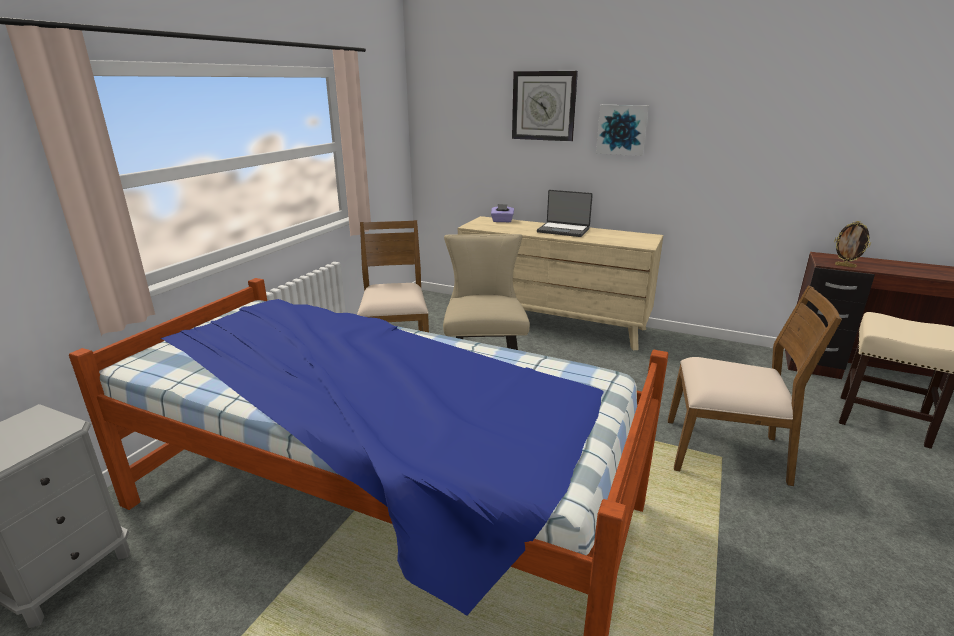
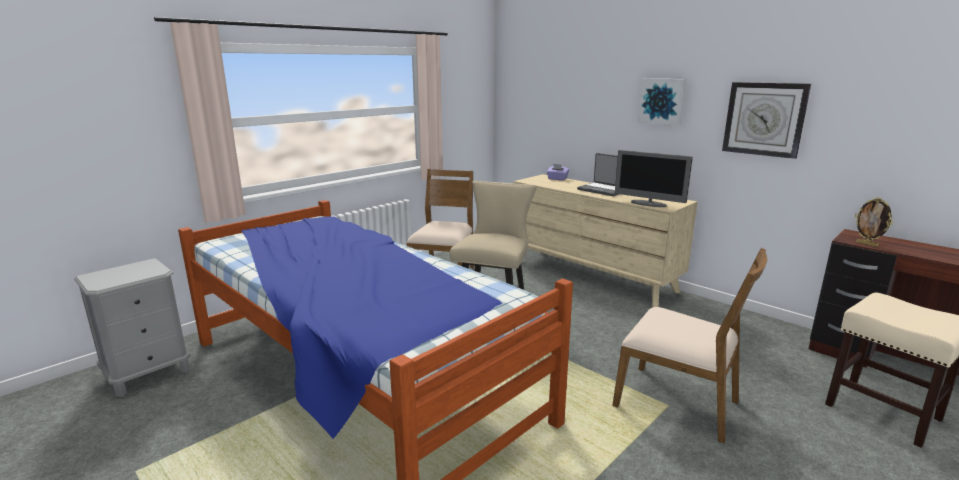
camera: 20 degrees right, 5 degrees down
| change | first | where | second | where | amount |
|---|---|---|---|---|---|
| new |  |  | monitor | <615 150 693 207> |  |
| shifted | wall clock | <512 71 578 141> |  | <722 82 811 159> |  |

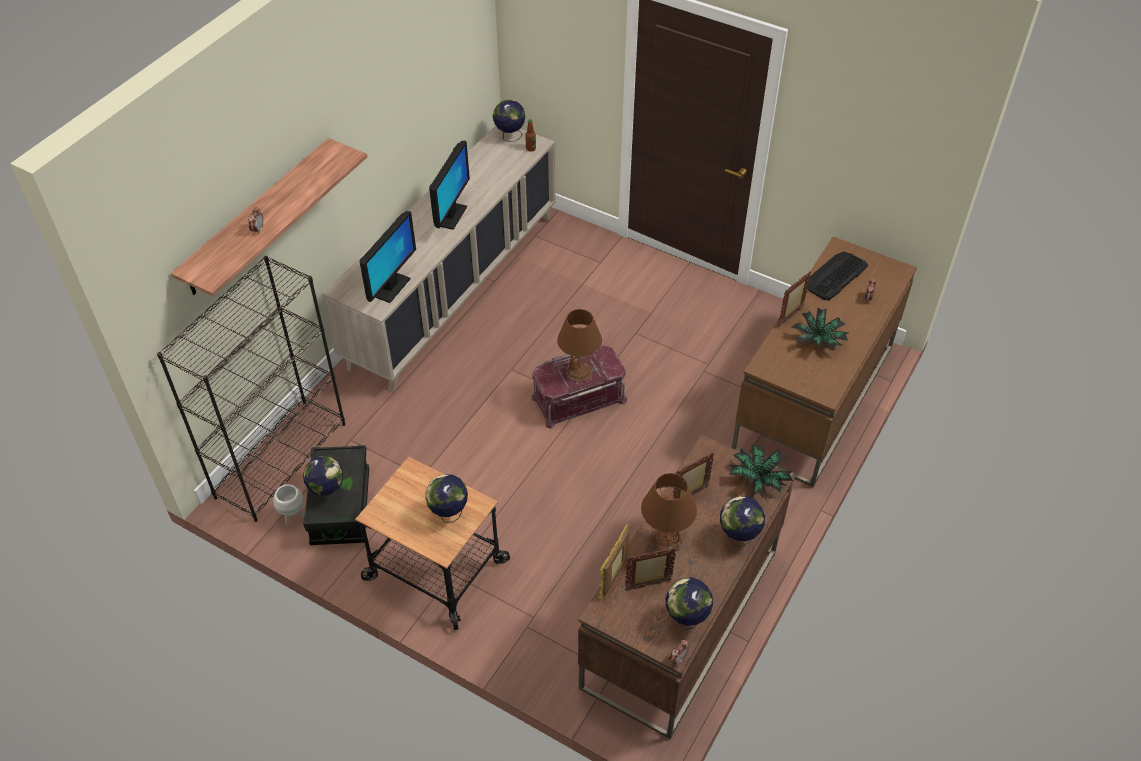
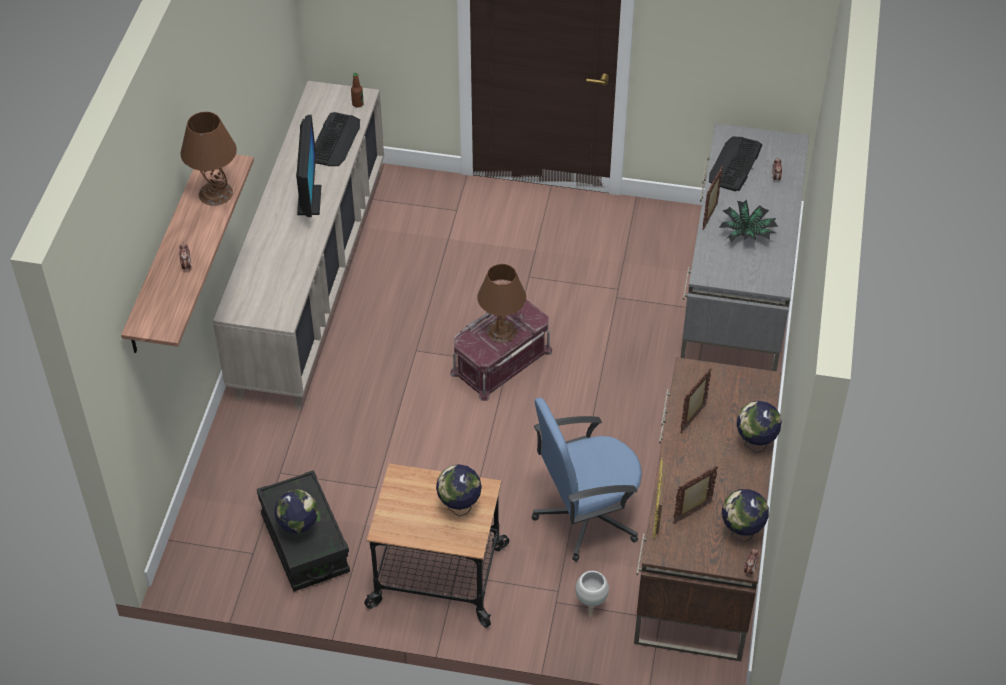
camera: 20 degrees left, 0 degrees up
| change | first | where | second | where | amount |
|---|---|---|---|---|---|
| gone | blackish bookshelf | <157 256 345 522> |  |  |  |
| gone | monitor | <359 211 416 303> |  |  |  |
| gone | desk globe | <493 100 526 142> |  |  |  |
| gone | potted plant | <729 445 793 498> |  |  |  |
| new |  |  | PC keyboard | <315 112 360 166> |  |
| new |  |  | bluish office chair | <532 398 642 561> |  |
| shifted | white-coloured plant pot | <273 484 305 525> |  | <575 571 609 617> |  |
| shifted | brown table lamp | <641 473 697 554> |  | <180 112 237 206> |  |
| repainted | brown desk | <732 237 917 487> | grey desk | <680 123 809 371> |  |

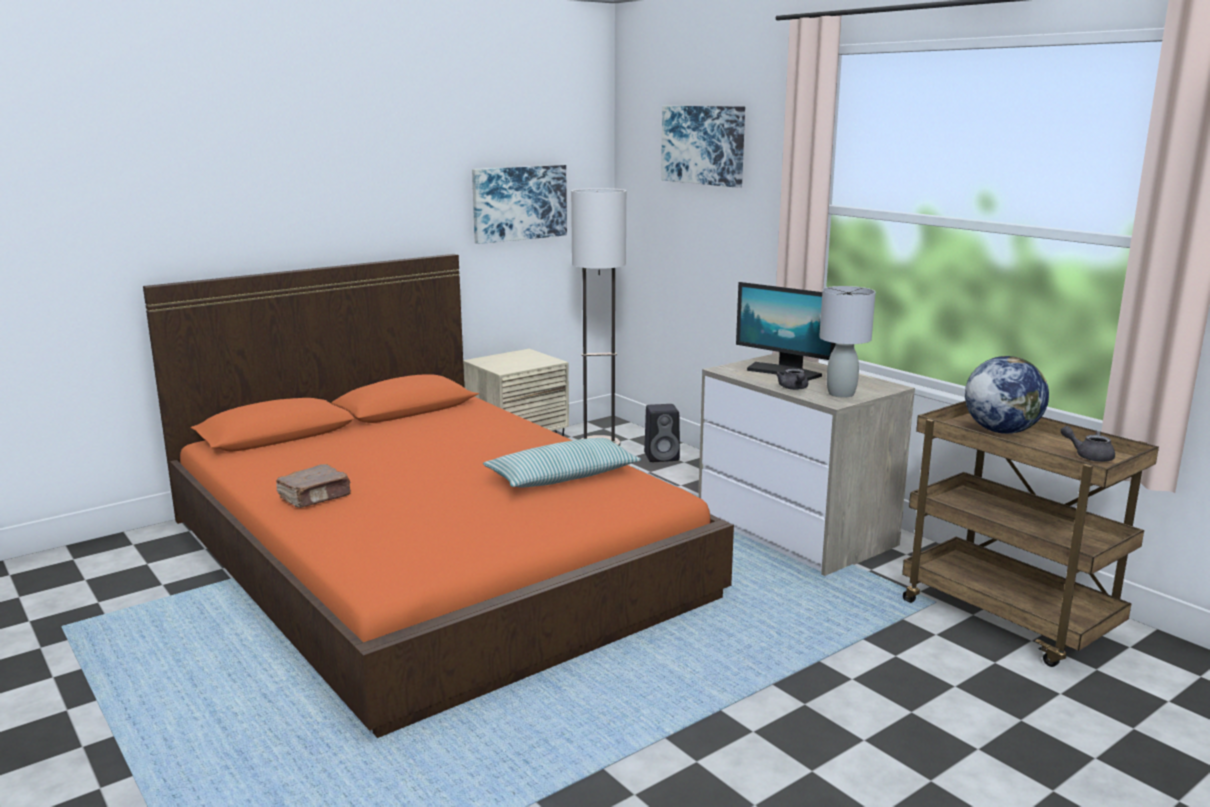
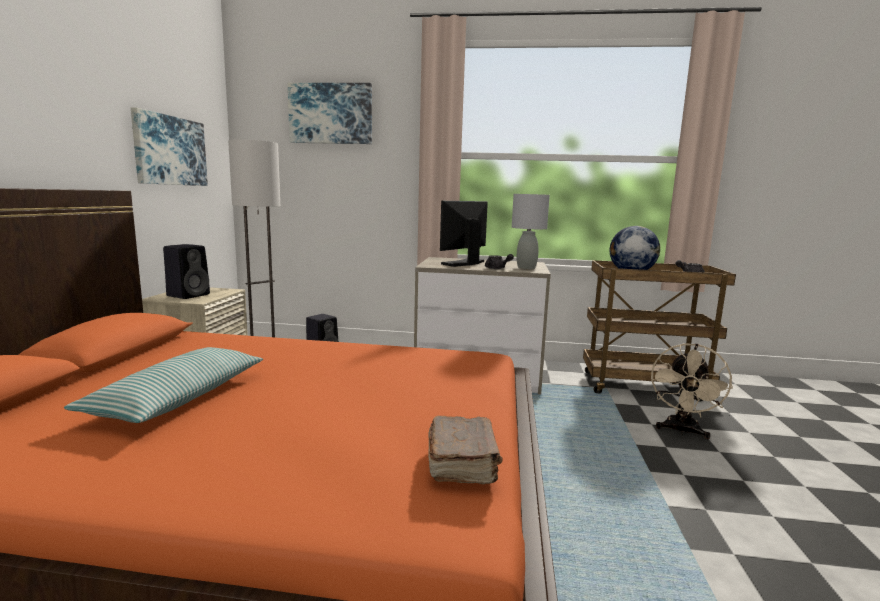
camera: 45 degrees left, 5 degrees down
| change | first | where | second | where | amount |
|---|---|---|---|---|---|
| new |  |  | blackish speaker | <163 244 210 299> |  |
| new |  |  | beige electric fan | <651 343 733 439> |  |
| shifted | brown volume | <276 464 351 508> |  | <428 416 502 485> |  |
| shifted | pillow | <483 438 641 488> |  | <64 347 263 423> |  |
| rotated | monitor | <736 282 835 381> |  | <440 201 488 267> | 135 degrees clockwise |

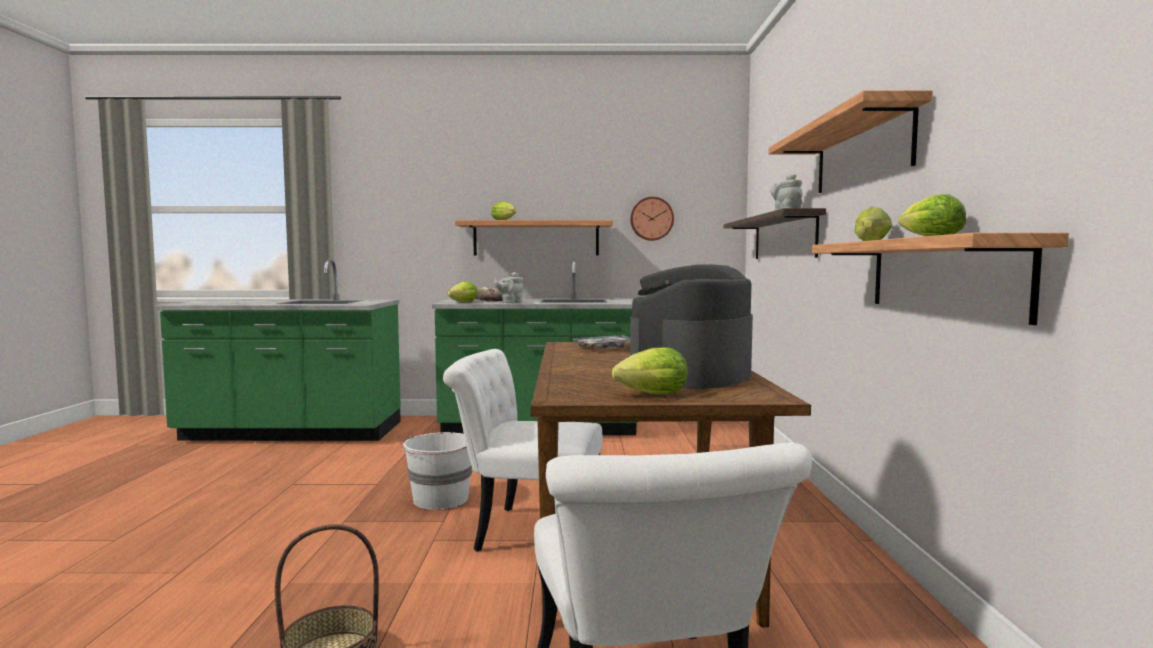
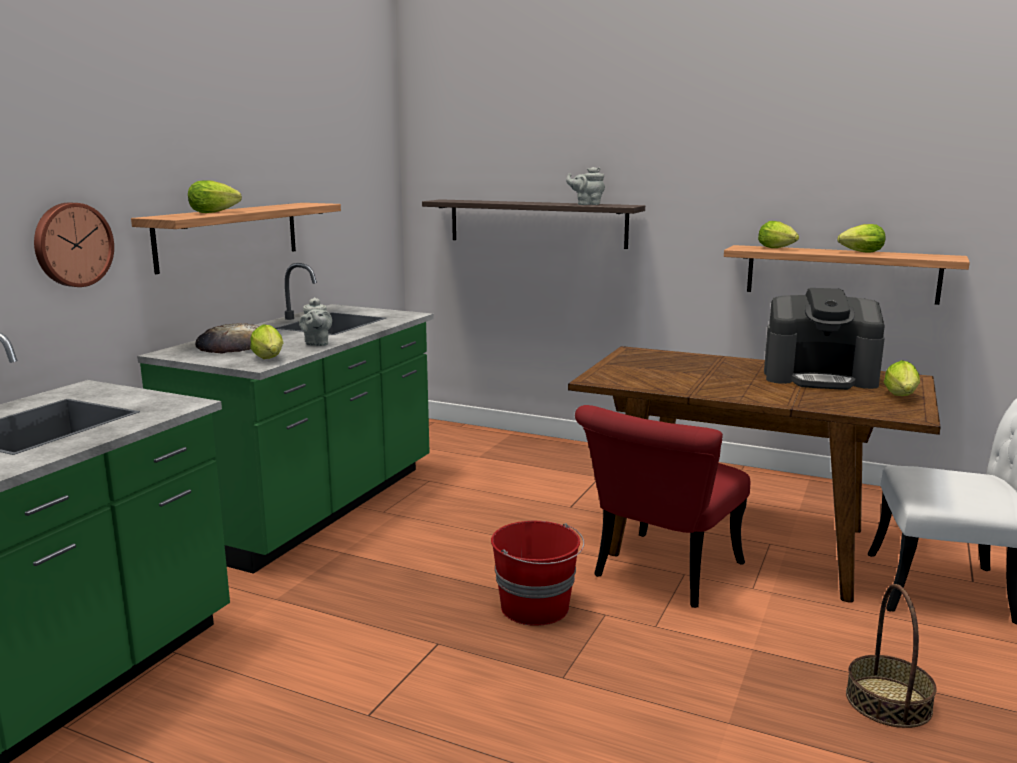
camera: 65 degrees left, 10 degrees up
| change | first | where | second | where | amount |
|---|---|---|---|---|---|
| gone | carrying tray | <572 335 630 348> |  |  |  |
| gone | wall shelf | <768 91 933 193> |  |  |  |
| shifted | wall clock | <630 197 674 241> |  | <34 203 114 287> |  |
| repainted | white-coloured bucket | <400 432 472 510> | reddish bucket | <491 521 584 626> |  |
| repainted | white-coloured plain chair | <443 349 603 551> | reddish plain chair | <575 405 750 608> |  |
| rotated | coffee maker | <630 264 753 389> |  | <764 288 885 390> | 45 degrees counterclockwise |

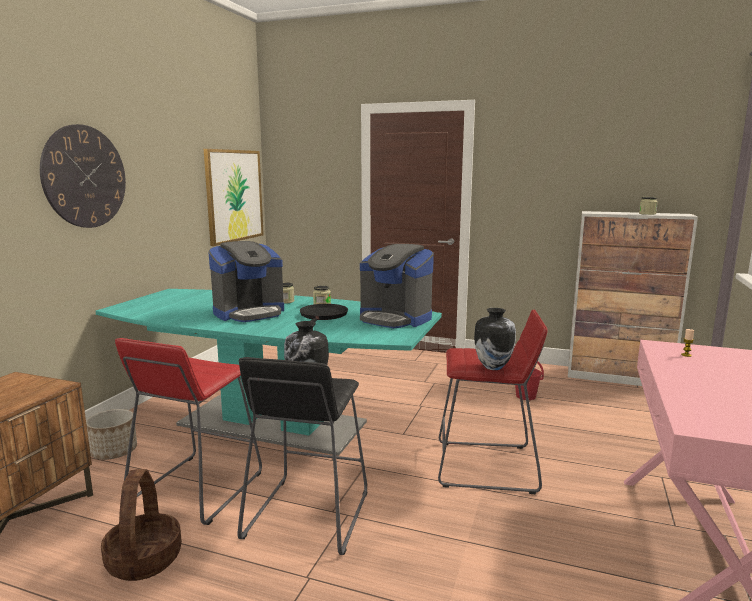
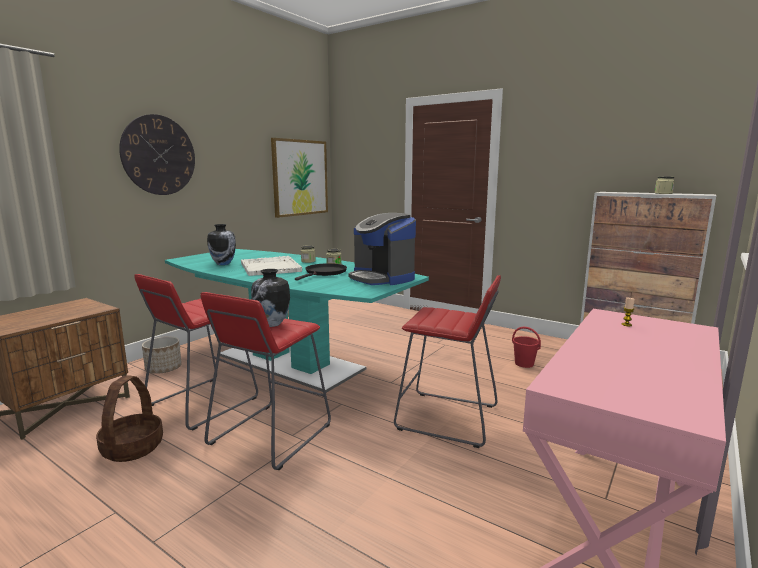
camera: 15 degrees right, 0 degrees up
| change | first | where | second | where | amount |
|---|---|---|---|---|---|
| shifted | decorative vase | <474 308 516 370> |  | <207 224 236 265> |  |
| swapped | coffee maker | <209 241 284 322> | white-coloured carrying tray | <241 256 302 276> |  |
| repainted | blackish sitting stool | <237 357 367 555> | reddish sitting stool | <200 292 331 470> |  |

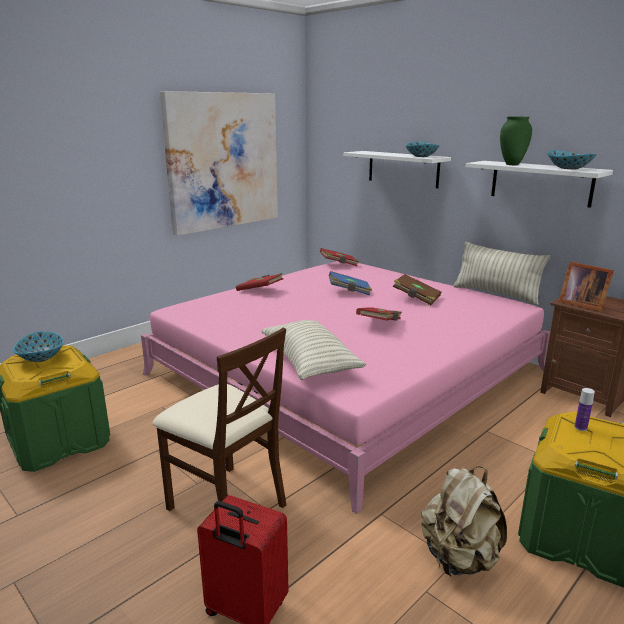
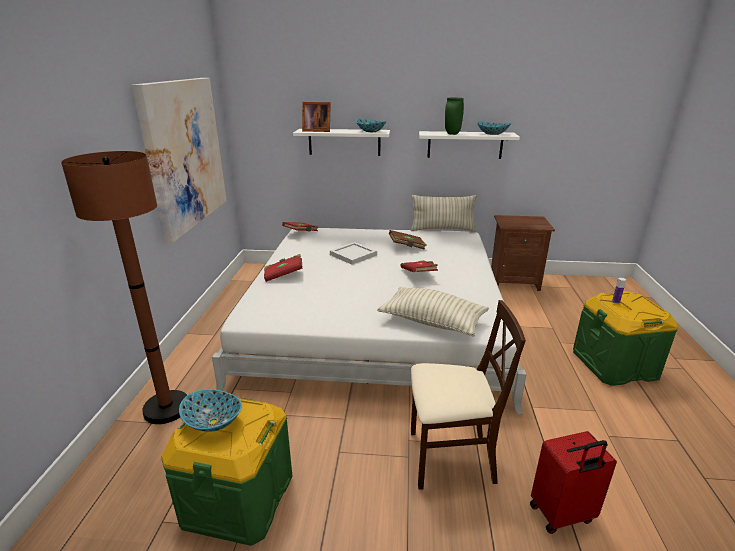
camera: 40 degrees left, 5 degrees up
| change | first | where | second | where | amount |
|---|---|---|---|---|---|
| gone | beige rucksack | <421 466 507 576> |  |  |  |
| new |  |  | brown floor lamp | <61 151 187 424> |  |
| shifted | picture frame | <559 262 614 312> |  | <302 102 331 132> |  |
| swapped | bluish volume | <329 271 372 296> | white-coloured carrying tray | <330 242 377 265> |  |
| repainted | pink bedroom bed | <141 261 550 514> | white-coloured bedroom bed | <212 228 526 415> |  |

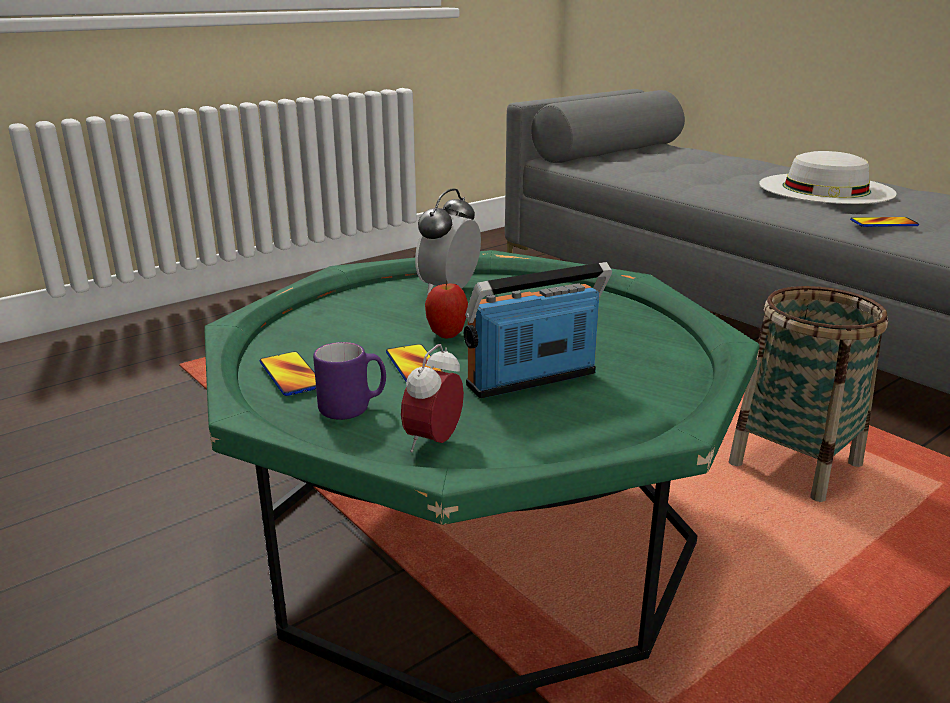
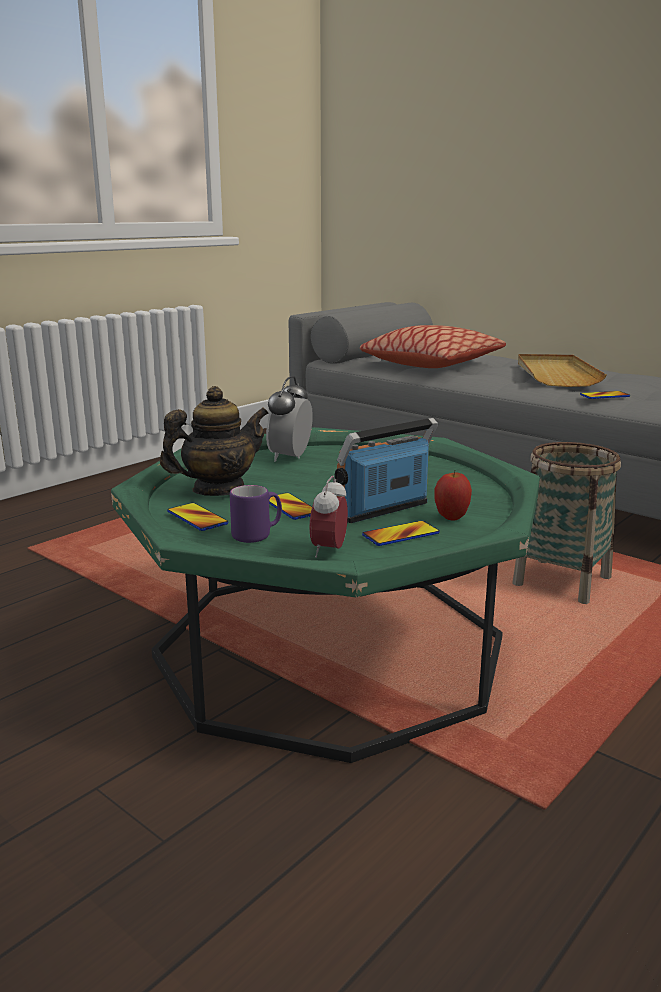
camera: 10 degrees left, 5 degrees down
| change | first | where | second | where | amount |
|---|---|---|---|---|---|
| new |  |  | pot for tea | <160 386 268 496> |  |
| new |  |  | pillow | <360 325 506 368> |  |
| new |  |  | phone | <362 521 440 546> |  |
| shifted | apple | <425 281 468 338> |  | <434 471 472 520> |  |
| swapped | white-coloured wearable hat | <759 151 897 204> | beige carrying tray | <518 354 607 387> |  |

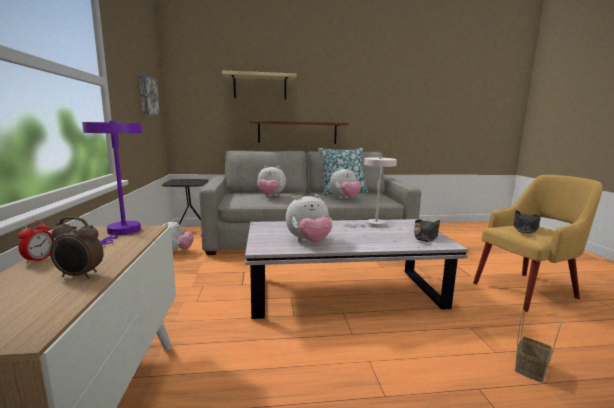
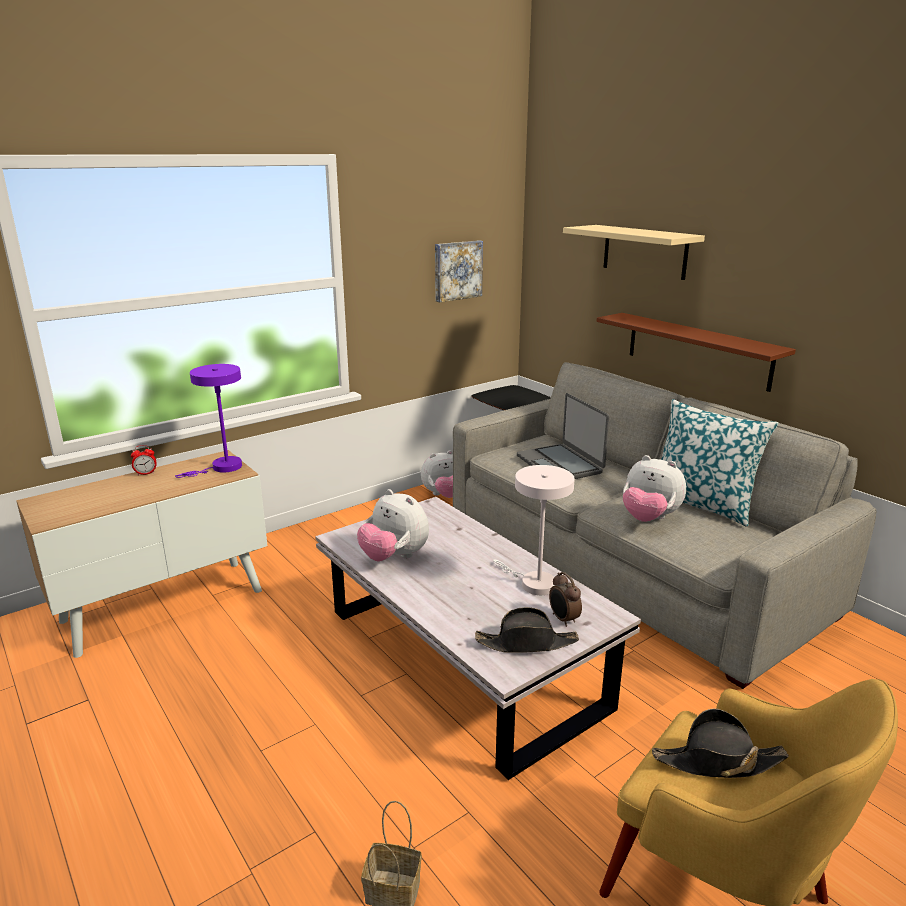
camera: 60 degrees right, 10 degrees up
| change | first | where | second | where | amount |
|---|---|---|---|---|---|
| shifted | table clock | <50 217 104 279> |  | <549 572 582 627> |  |
| swapped | soft toy | <257 166 286 196> | laptop | <517 393 610 479> |  |

